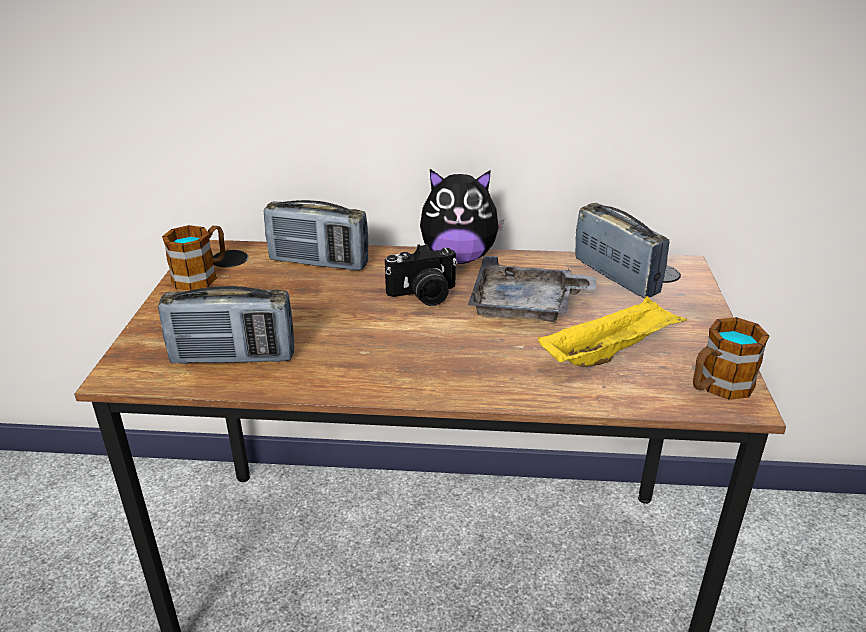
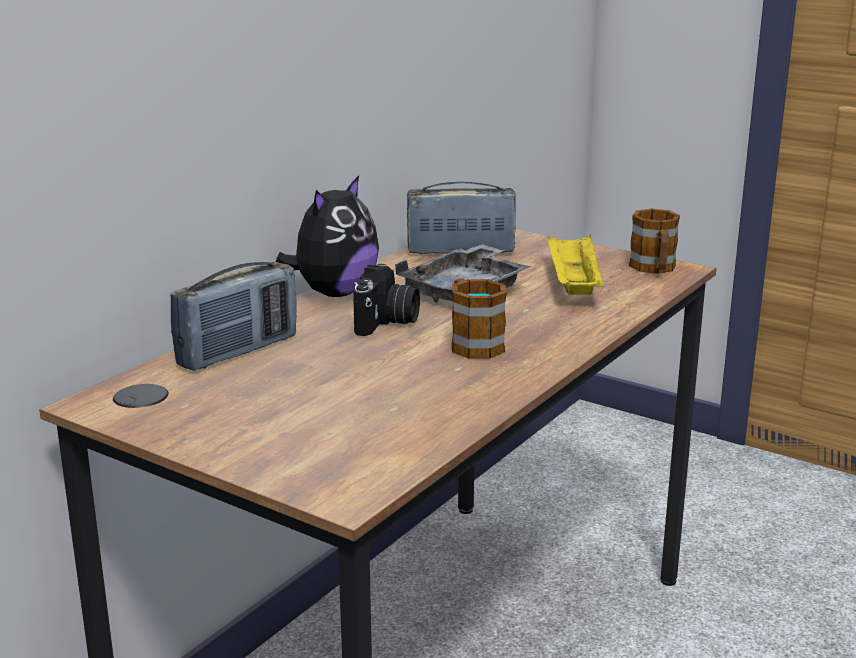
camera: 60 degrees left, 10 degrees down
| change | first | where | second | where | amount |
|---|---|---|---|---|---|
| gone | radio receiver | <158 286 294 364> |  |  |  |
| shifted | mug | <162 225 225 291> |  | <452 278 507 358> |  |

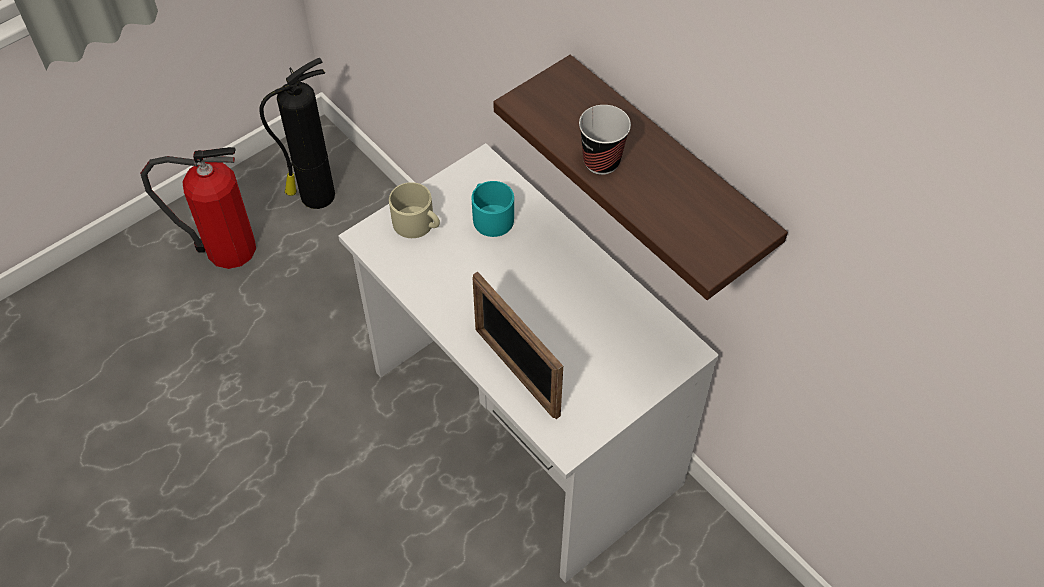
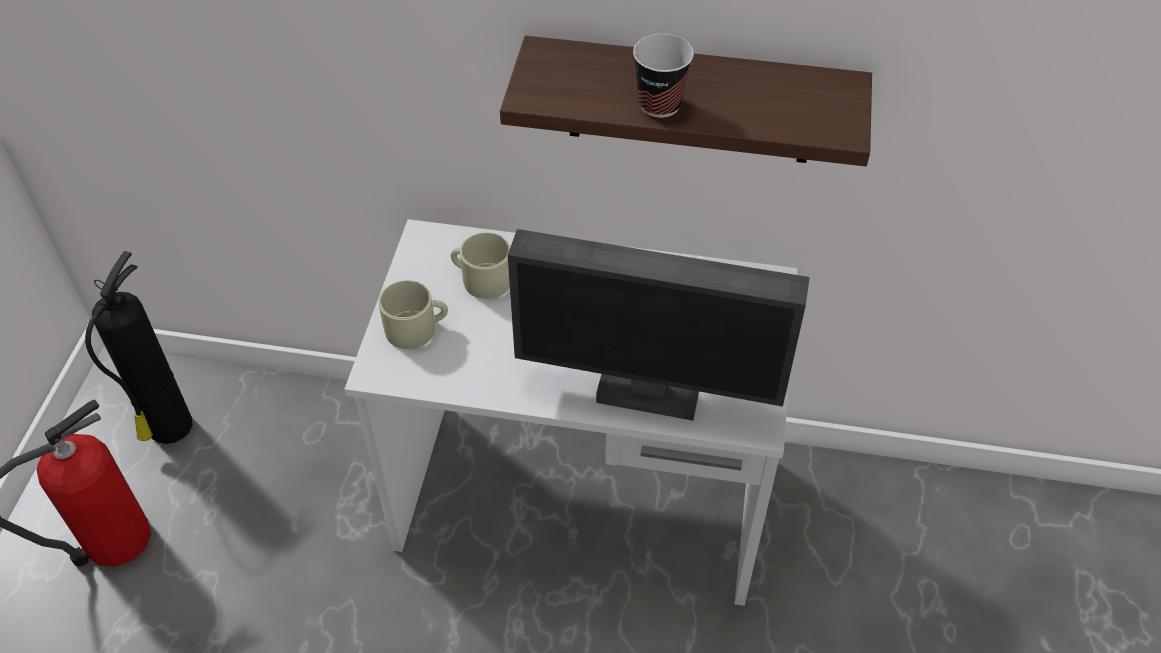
camera: 40 degrees left, 5 degrees down
| change | first | where | second | where | amount |
|---|---|---|---|---|---|
| swapped | picture frame | <473 272 563 419> | monitor | <508 229 810 421> |  |
| repainted | turquoise mug | <472 181 514 237> | beige mug | <451 232 510 299> |  |

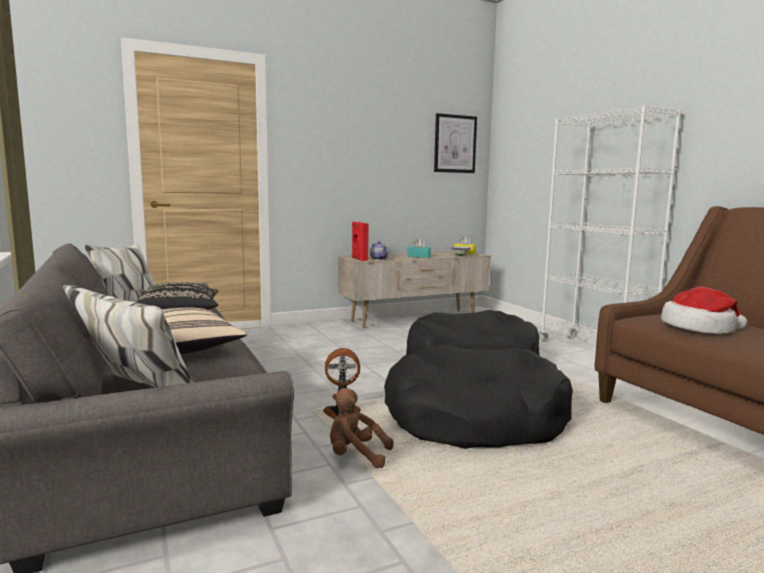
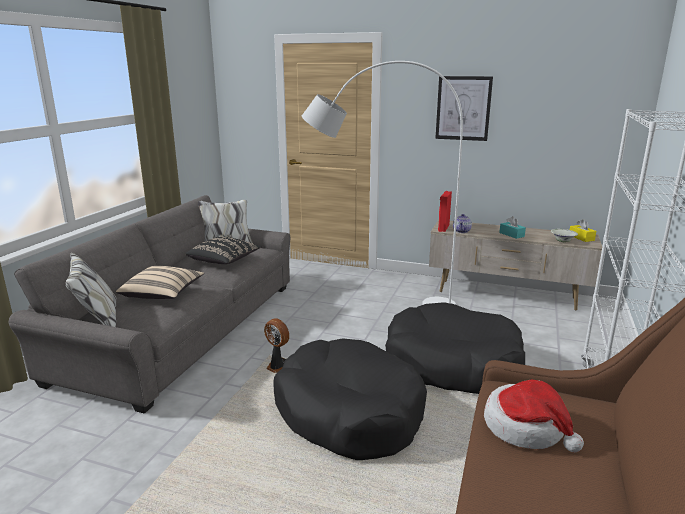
camera: 45 degrees right, 10 degrees up
| change | first | where | second | where | amount |
|---|---|---|---|---|---|
| gone | brown soft toy | <330 388 393 468> |  |  |  |
| new |  |  | white-coloured floor lamp | <302 61 463 305> |  |
| shifted | picture | <434 113 477 173> |  | <435 76 493 141> |  |

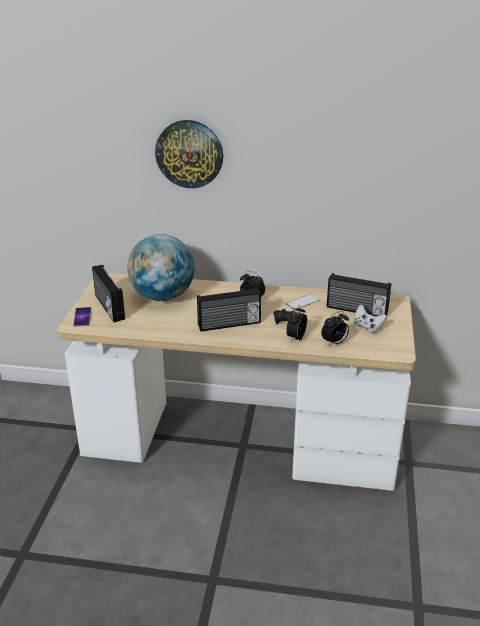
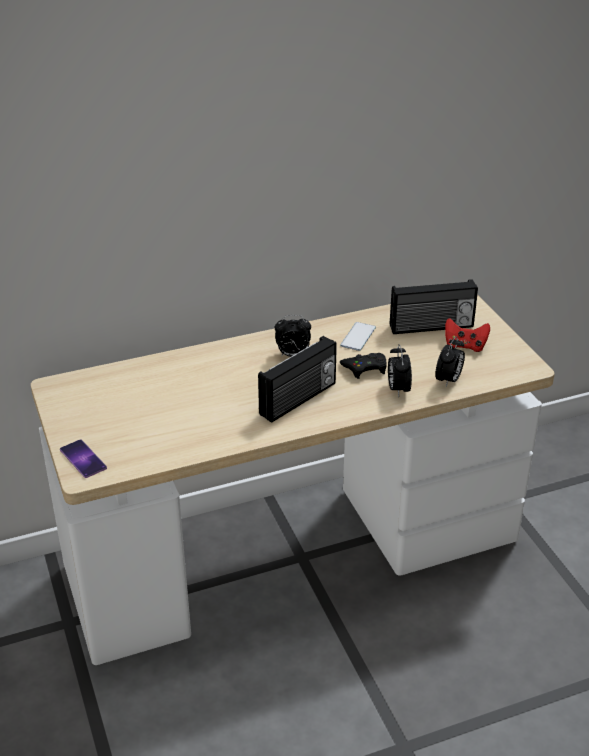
camera: 30 degrees left, 5 degrees up
| change | first | where | second | where | amount |
|---|---|---|---|---|---|
| gone | radio receiver | <92 265 125 322> |  |  |  |
| gone | desk globe | <127 234 195 301> |  |  |  |
| gone | wall clock | <155 120 223 188> |  |  |  |
| repainted | white-coloured game controller | <353 304 387 333> | reddish game controller | <445 318 490 352> |  |

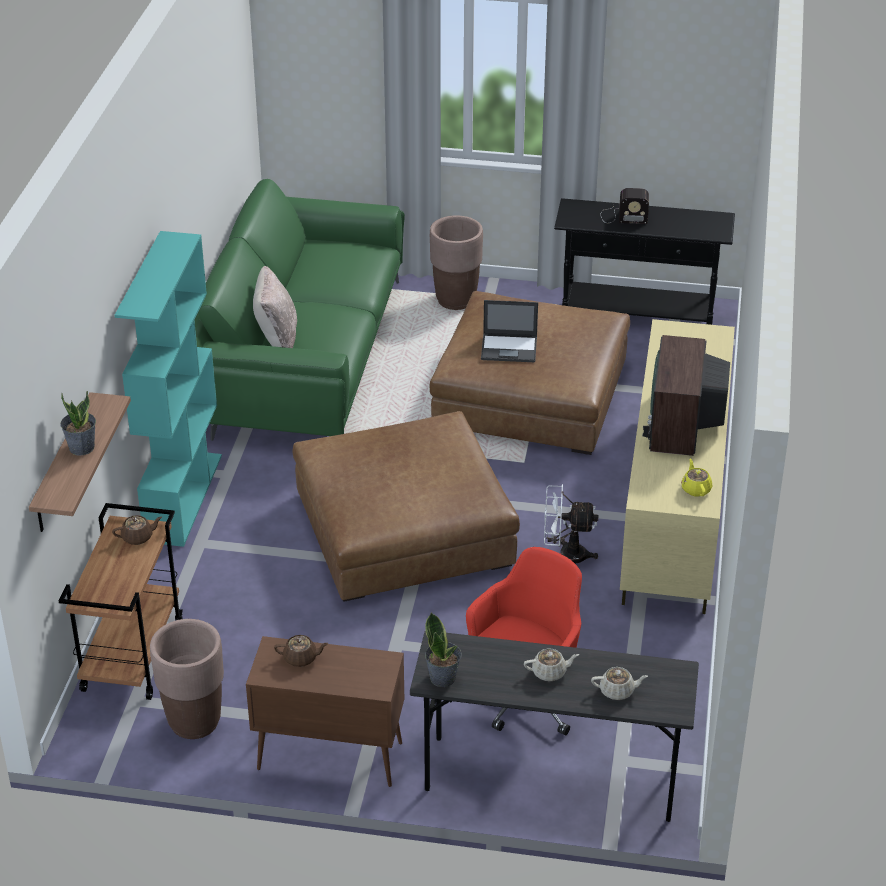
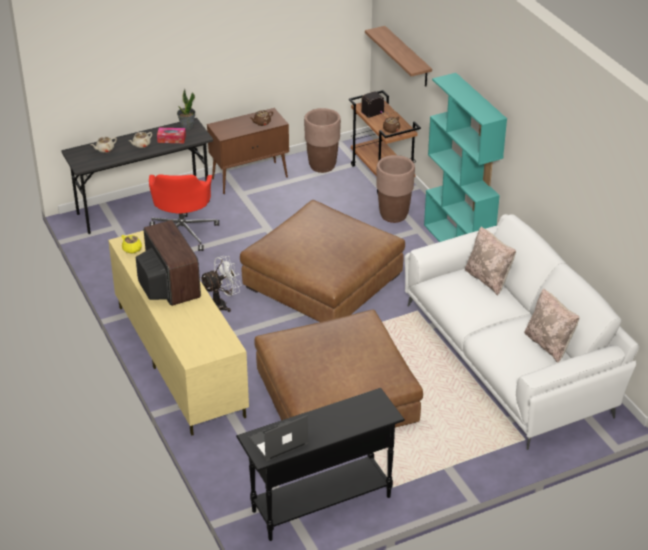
camera: 145 degrees right, 0 degrees up
| change | first | where | second | where | amount |
|---|---|---|---|---|---|
| gone | potted plant | <60 391 96 455> |  |  |  |
| new |  |  | tissue holder | <157 128 186 143> |  |
| new |  |  | beige pillow | <524 288 580 363> |  |
| shifted | brown plant pot | <430 215 483 310> |  | <376 155 415 223> |  |
| shifted | laptop | <481 300 538 362> |  | <248 415 308 461> |  |
| shifted | radio receiver | <601 188 649 224> |  | <361 91 395 118> |  |
| repainted | greenish couch | <195 179 405 441> | white-coloured couch | <404 214 639 450> |  |

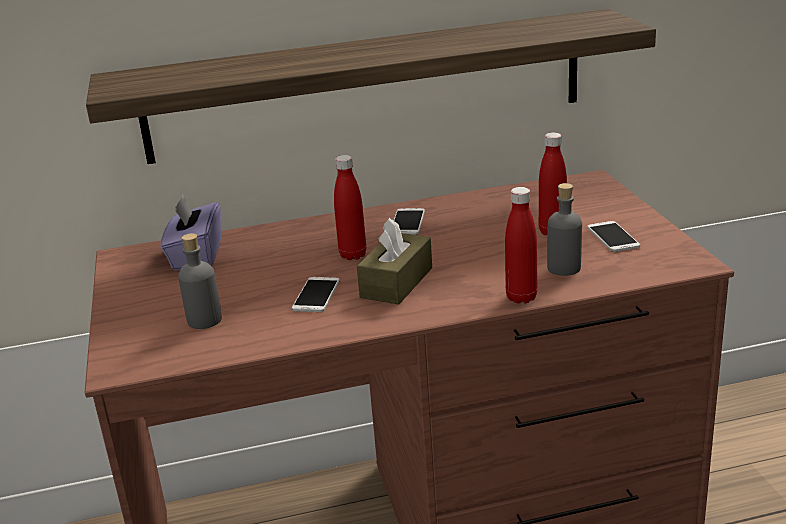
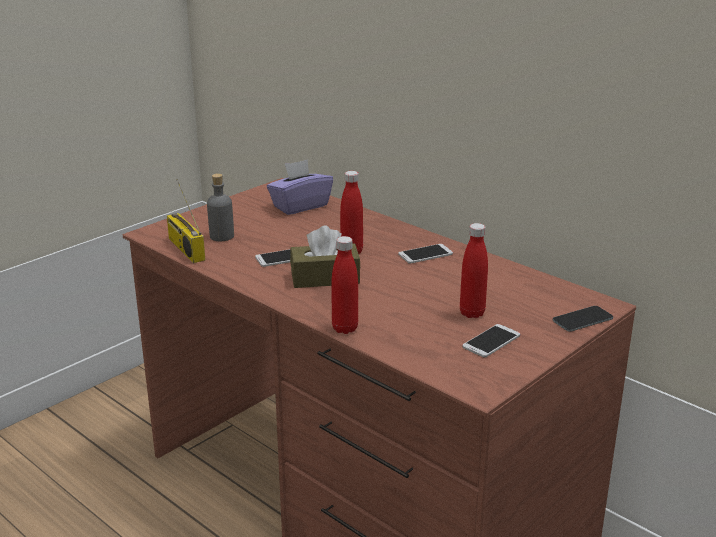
camera: 55 degrees right, 0 degrees up
| change | first | where | second | where | amount |
|---|---|---|---|---|---|
| gone | wall shelf | <86 9 656 164> |  |  |  |
| gone | grey beverage bottle | <547 183 582 276> |  |  |  |
| new |  |  | radio receiver | <167 179 205 263> |  |
| new |  |  | phone | <553 306 613 332> |  |

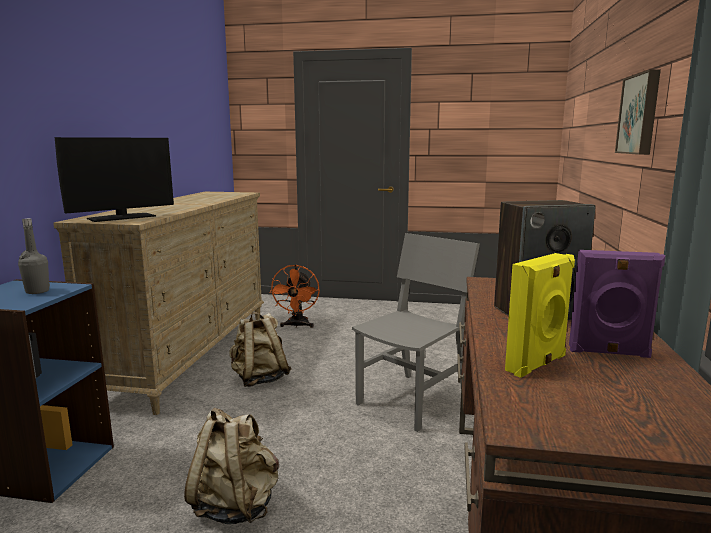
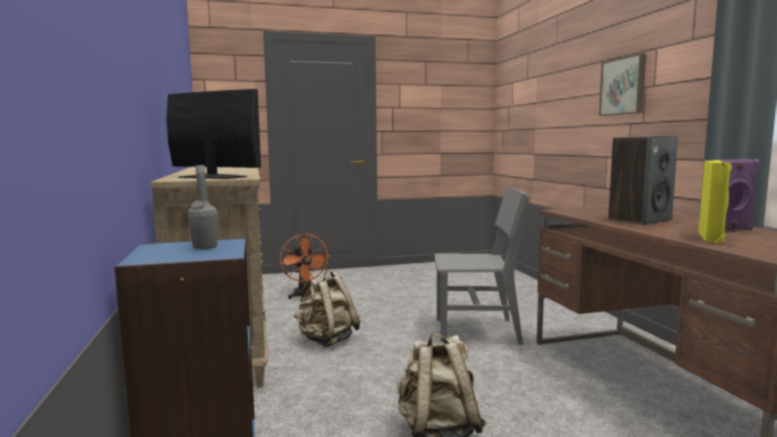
camera: 25 degrees left, 5 degrees down
| change | first | where | second | where | amount |
|---|---|---|---|---|---|
| rotated | monitor | <55 137 174 222> |  | <166 89 261 179> | 90 degrees counterclockwise |
| rotated | grey plain chair | <352 233 480 432> |  | <435 187 530 345> | 75 degrees clockwise |

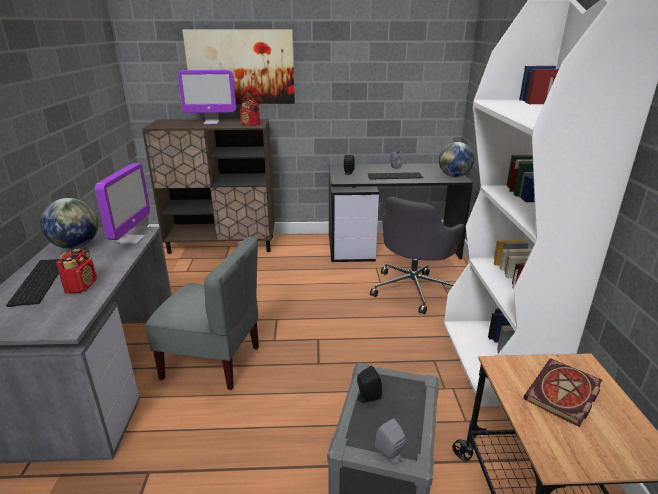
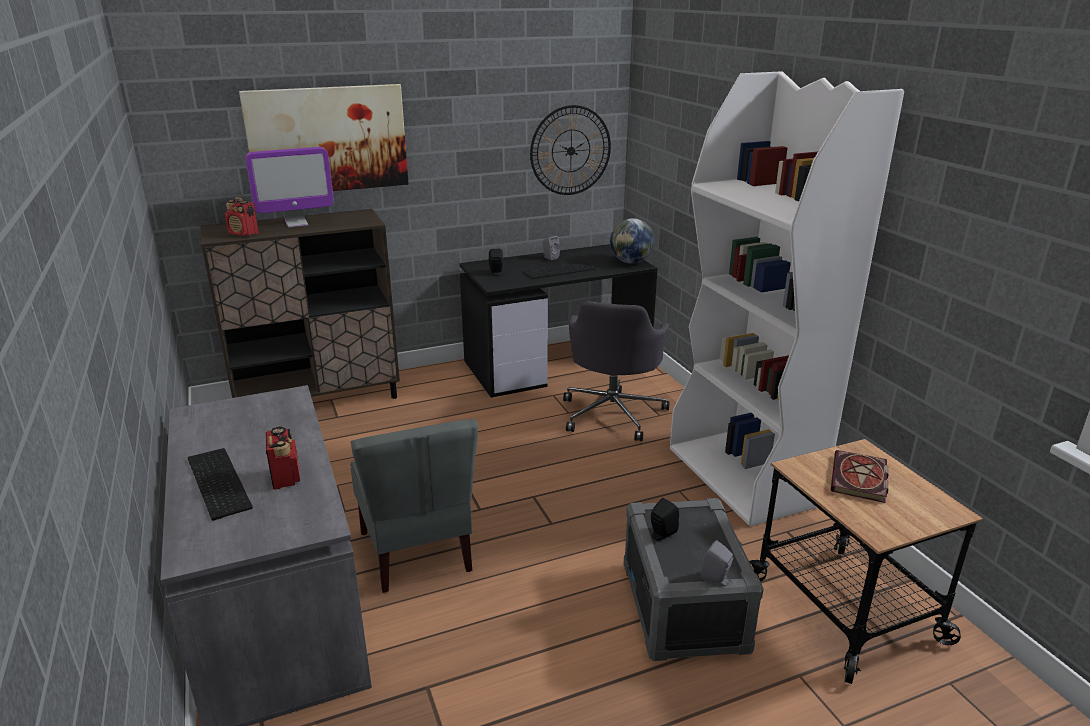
camera: 20 degrees left, 0 degrees up
| change | first | where | second | where | amount |
|---|---|---|---|---|---|
| gone | desk globe | <40 198 98 249> |  |  |  |
| gone | monitor | <95 163 150 244> |  |  |  |
| new |  |  | wall clock | <530 105 611 195> |  |
| shifted | radio receiver | <240 100 260 126> |  | <225 197 259 236> |  |
| rotated | grey plain chair | <145 236 259 390> |  | <350 419 478 593> | 75 degrees clockwise |

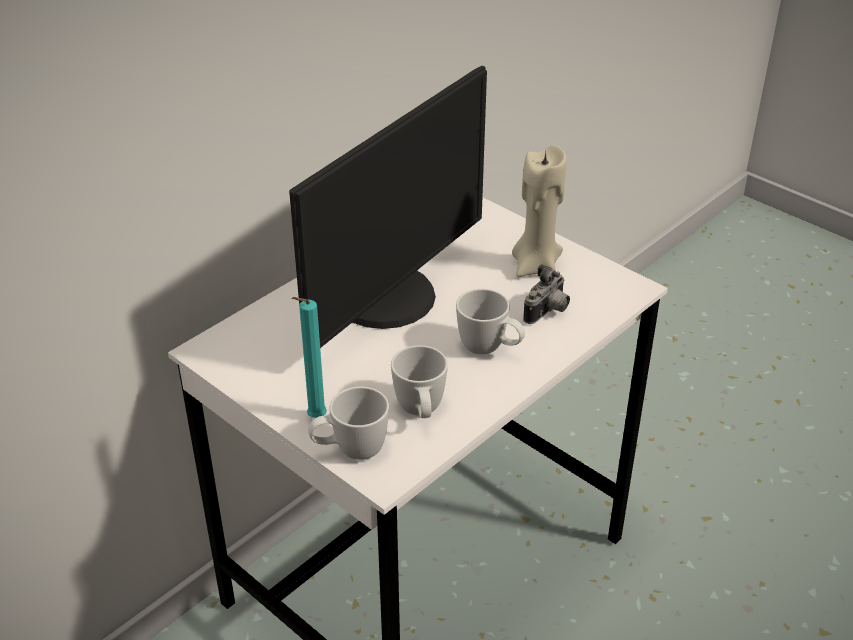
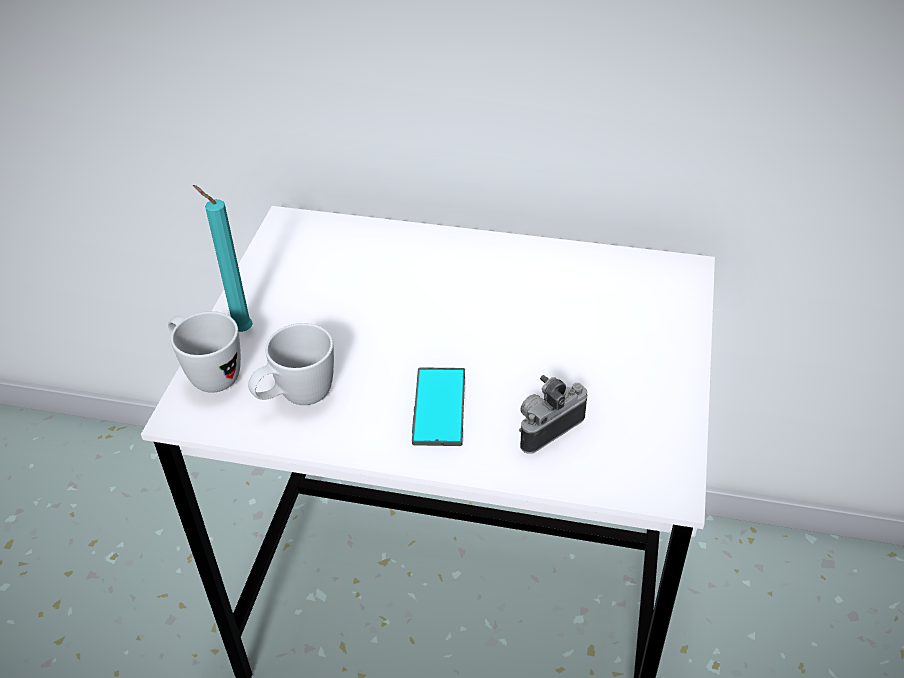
camera: 60 degrees right, 5 degrees up
| change | first | where | second | where | amount |
|---|---|---|---|---|---|
| gone | monitor | <289 66 487 348> |  |  |  |
| gone | beige wax light | <512 145 567 277> |  |  |  |
| swapped | white-coloured mug | <456 289 525 355> | phone | <412 367 465 446> |  |
| rotated | still camera | <523 264 570 324> |  | <519 375 587 454> | 135 degrees clockwise |

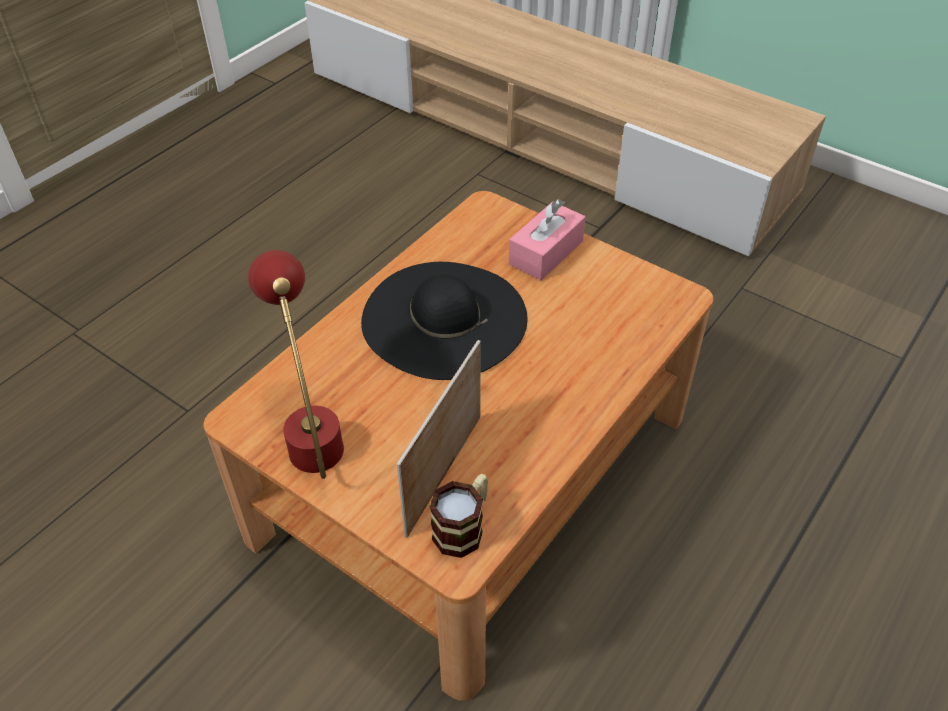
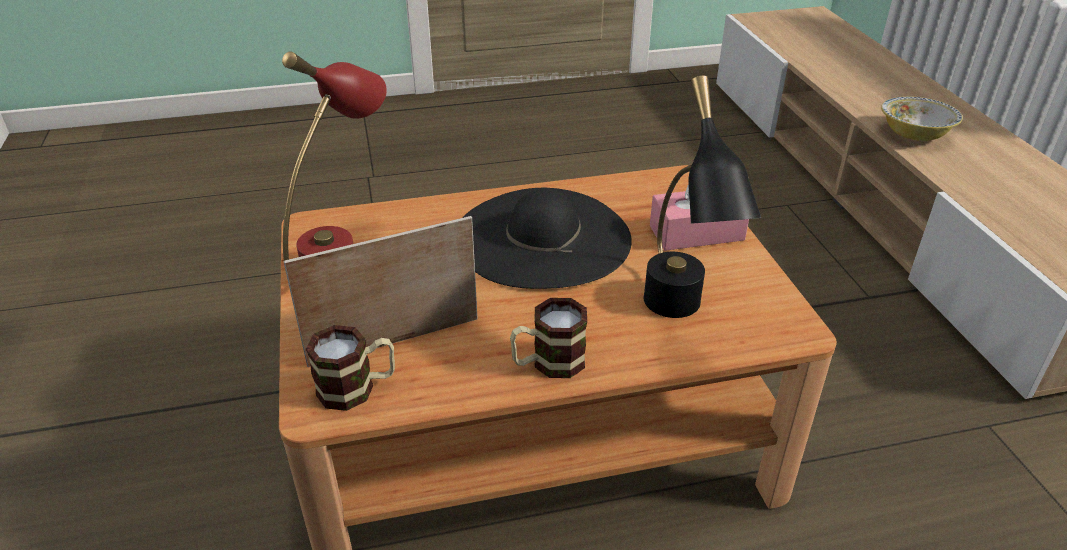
camera: 40 degrees right, 10 degrees down
| change | first | where | second | where | amount |
|---|---|---|---|---|---|
| new |  |  | mug | <510 298 587 378> |  |
| new |  |  | blackish table lamp | <644 75 761 318> |  |
| new |  |  | serving bowl | <881 96 963 141> |  |

